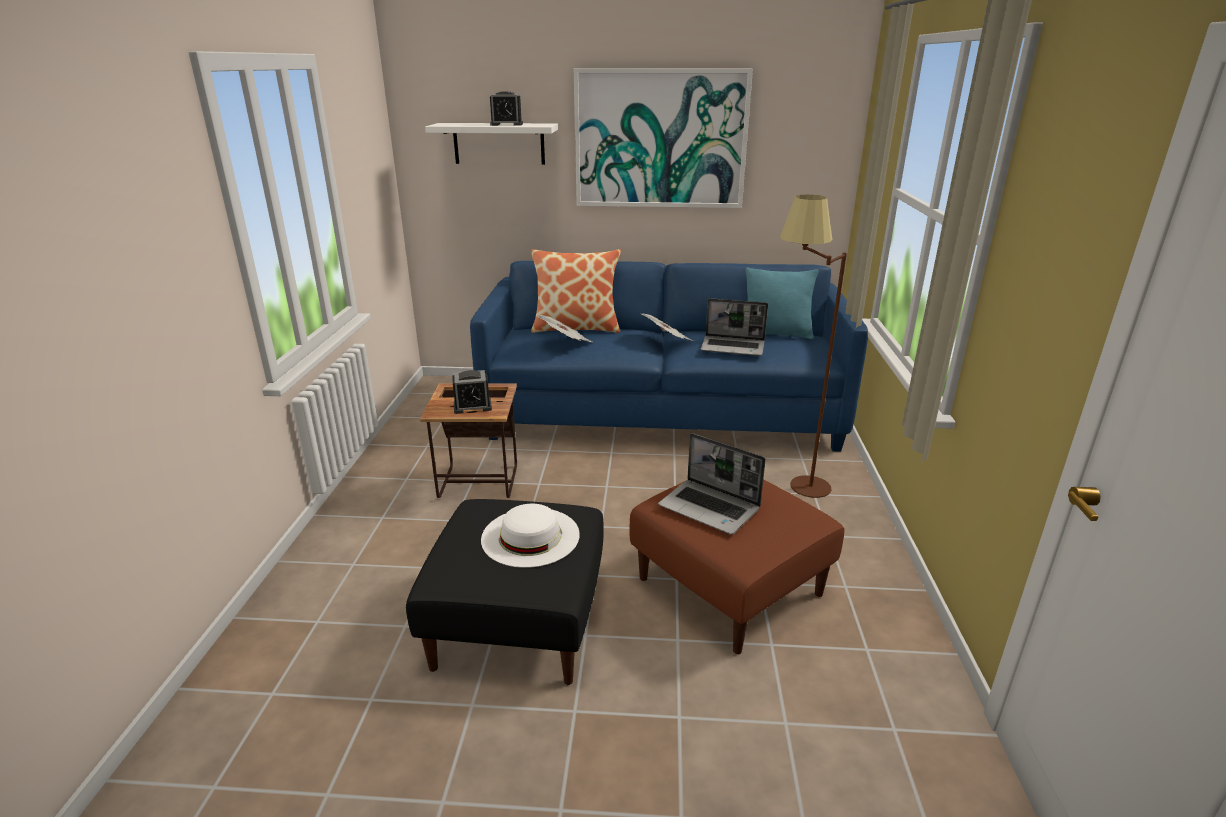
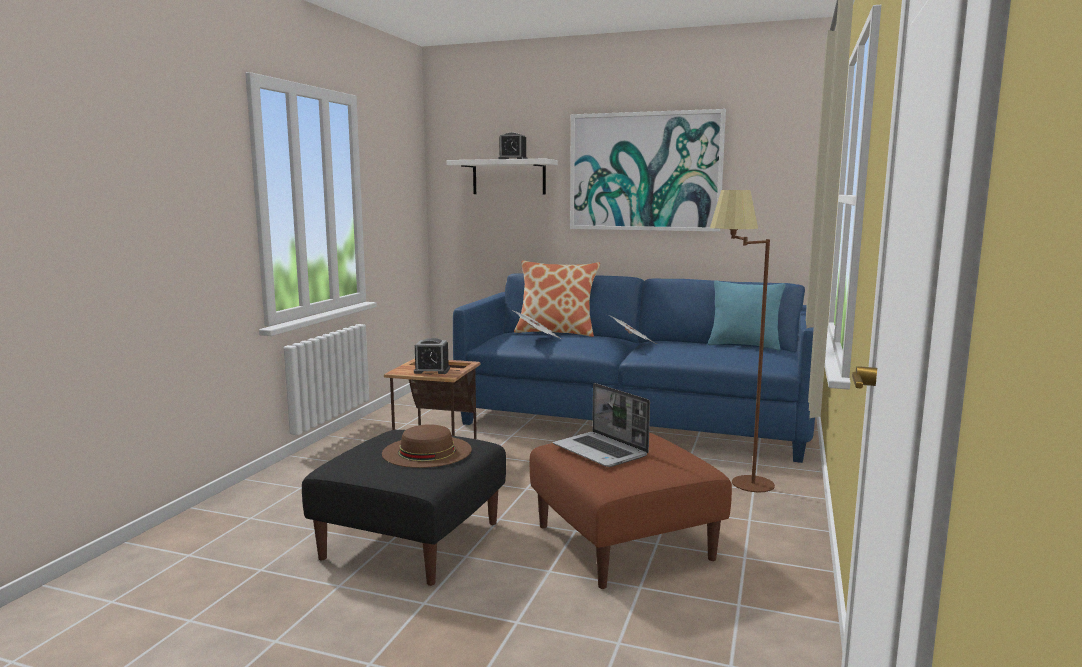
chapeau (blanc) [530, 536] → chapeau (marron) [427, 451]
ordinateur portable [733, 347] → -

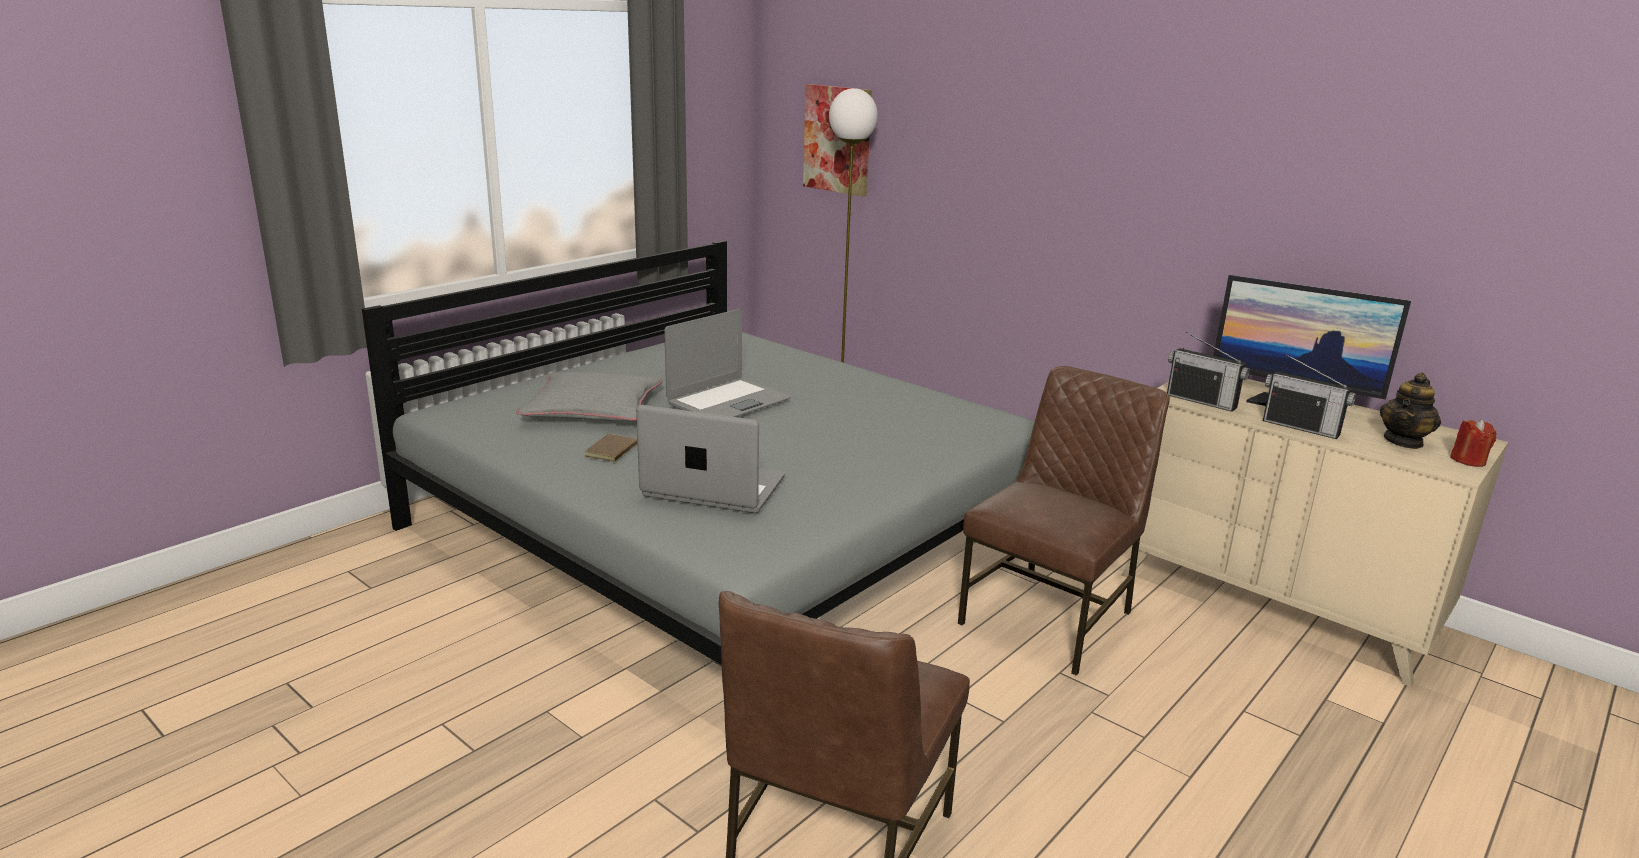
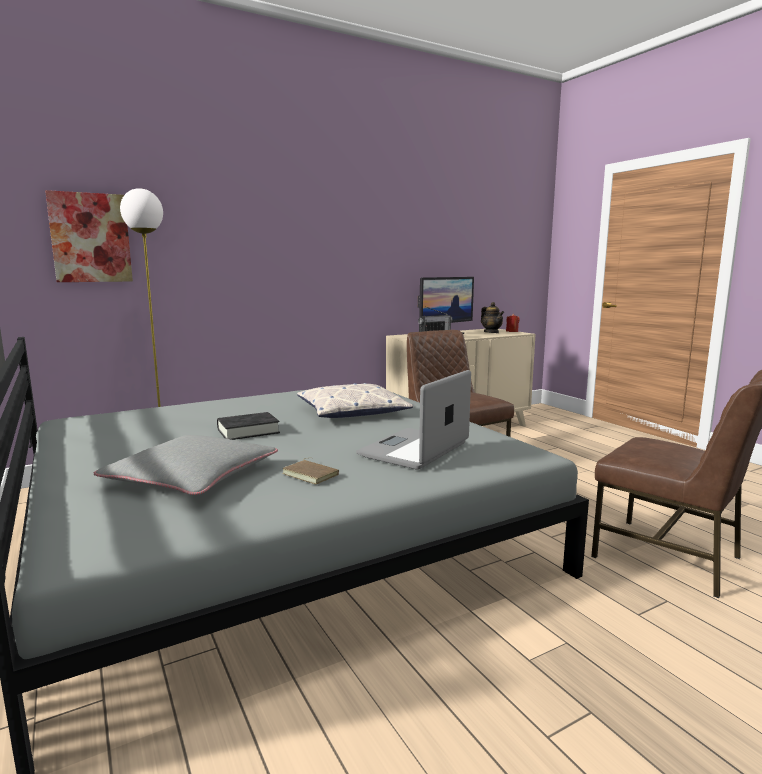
ordinateur portable [728, 402] → livre (noir) [248, 431]
- → coussin [352, 412]
radio [1301, 427] → -

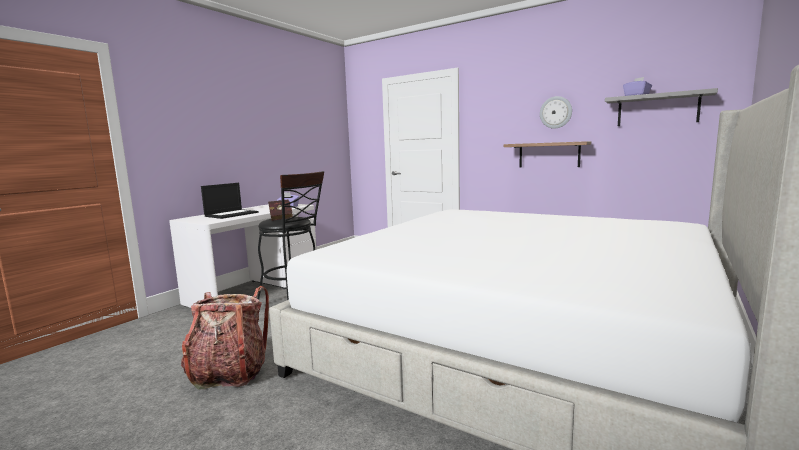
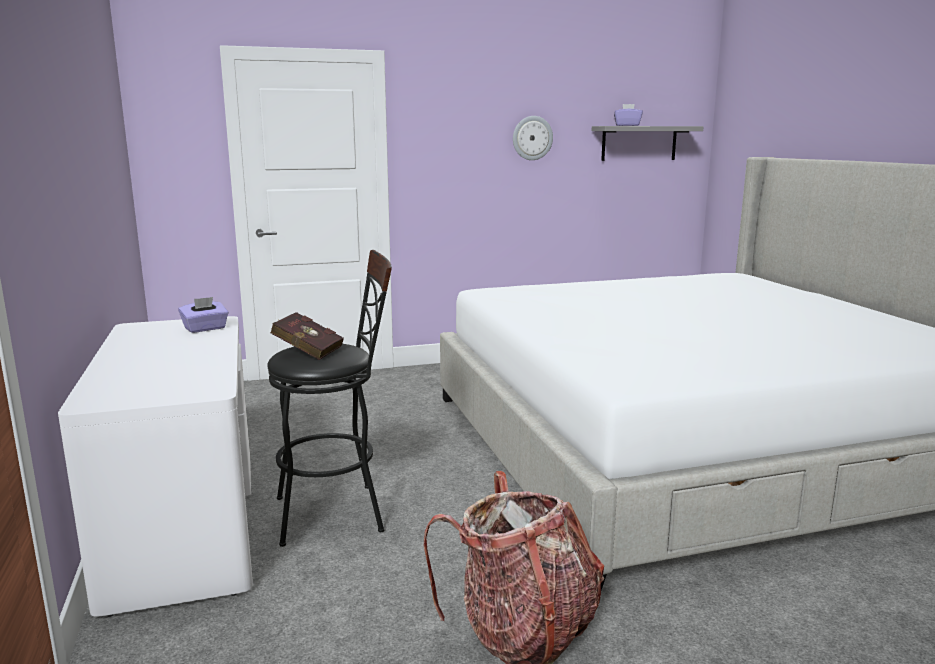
ordinateur portable [231, 214] → -
étagère [549, 155] → -

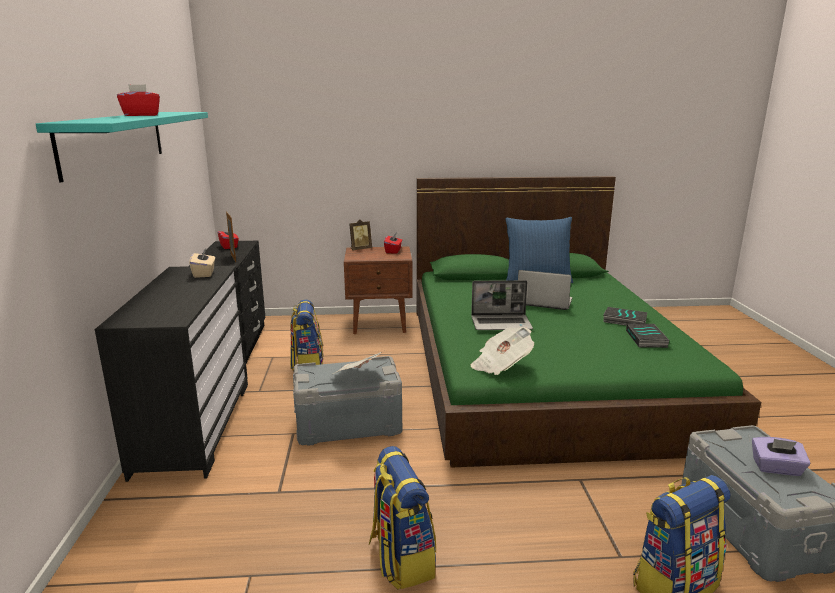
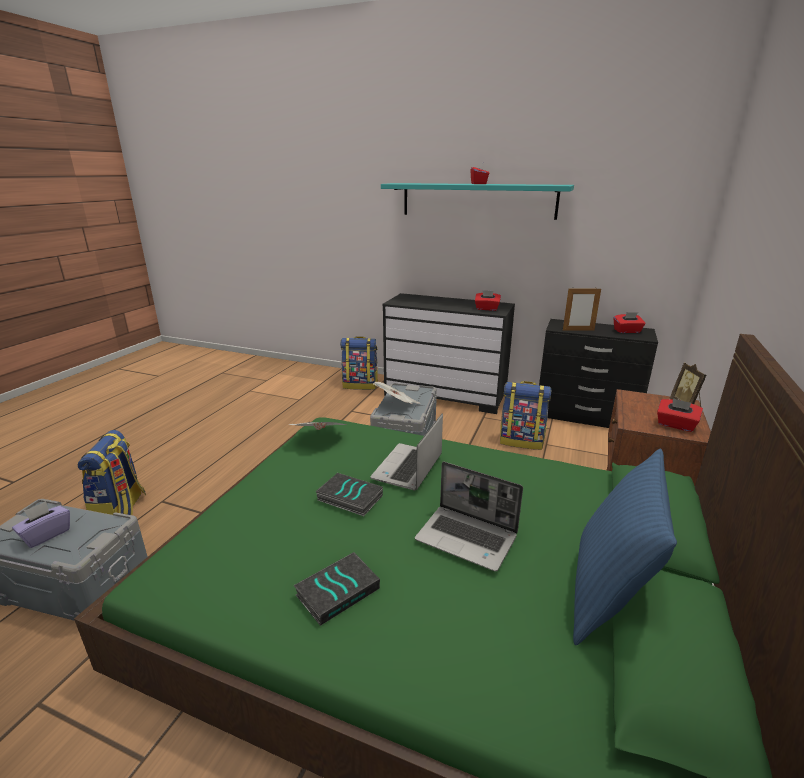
livre [647, 339] → livre [349, 498], relocated
sac à dos [401, 558] → sac à dos [360, 385], relocated
ordinateur portable [543, 302] → ordinateur portable [467, 538], 75 degrees clockwise
boîte à mouchoirs (beige) [204, 273] → boîte à mouchoirs (rouge) [487, 309]

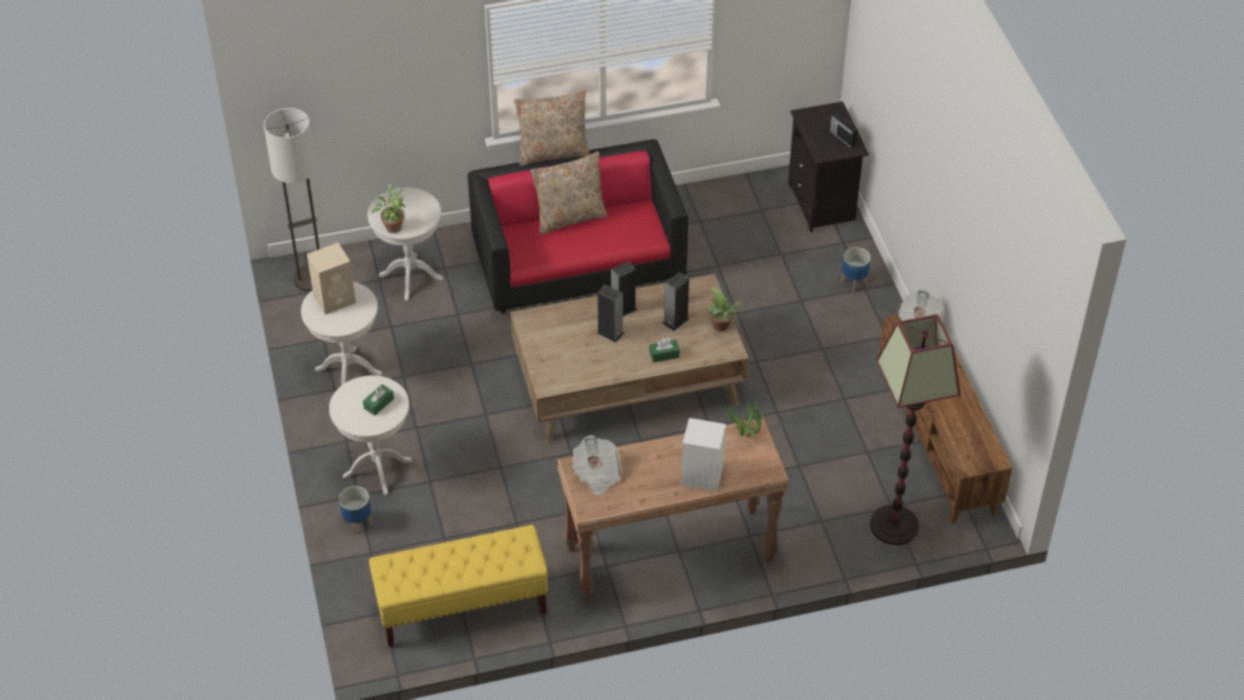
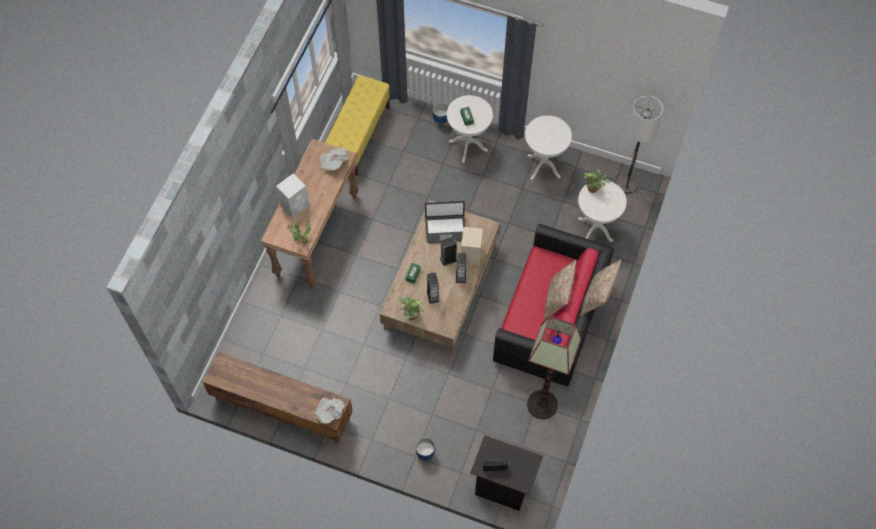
- → ordinateur portable [445, 229]
enceinte (beige) [335, 299] → enceinte (beige) [471, 256], relocated
lampadaire [894, 525] → lampadaire [542, 405], relocated

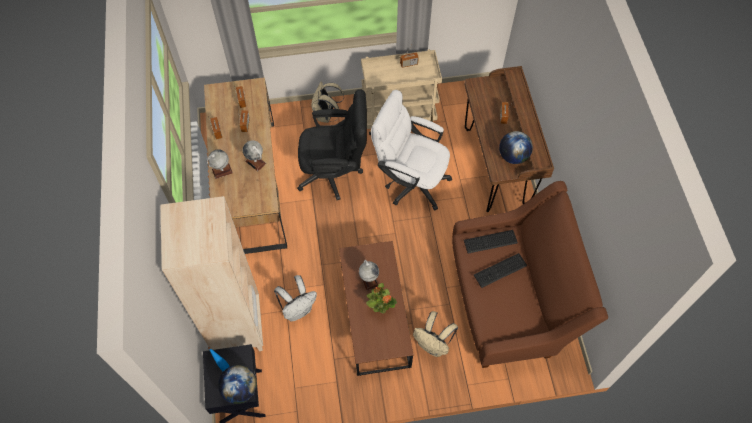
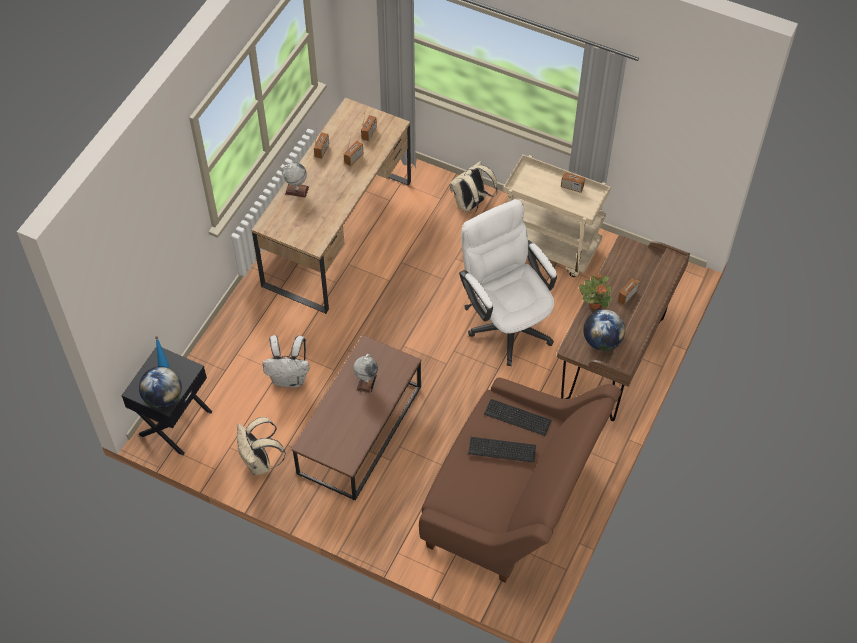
sac à dos (beige) [433, 345] → sac à dos (beige) [260, 463], relocated
plante en pot [380, 306] → plante en pot [594, 304], relocated
bibliothèque (beige) [238, 328] → -
globe [255, 162] → -
chaise de bureau (noir) [335, 173] → -

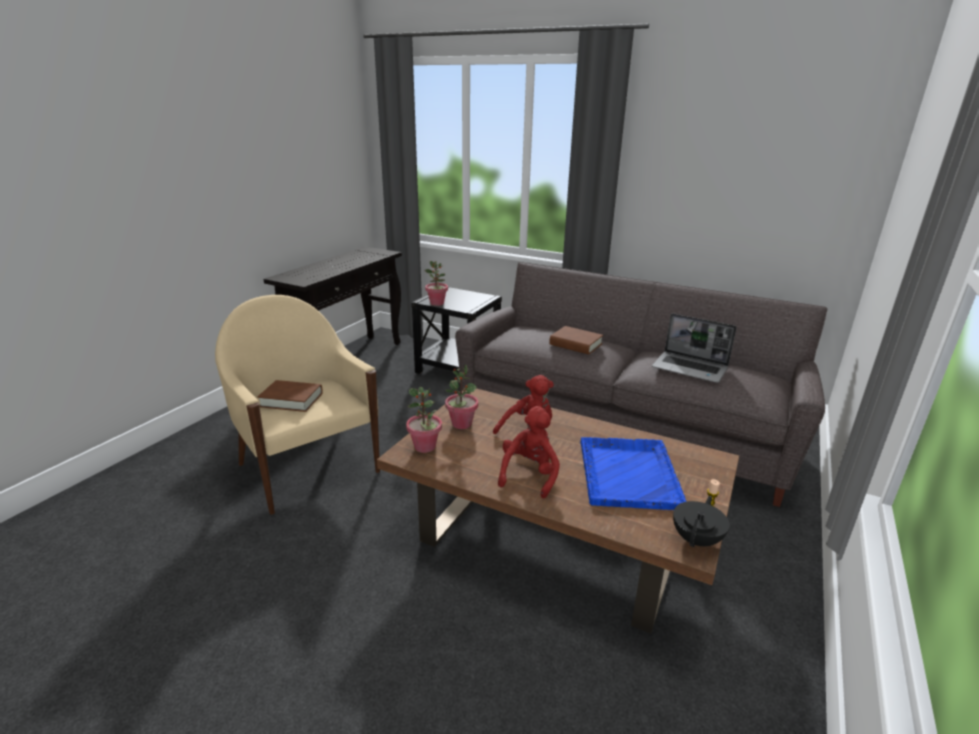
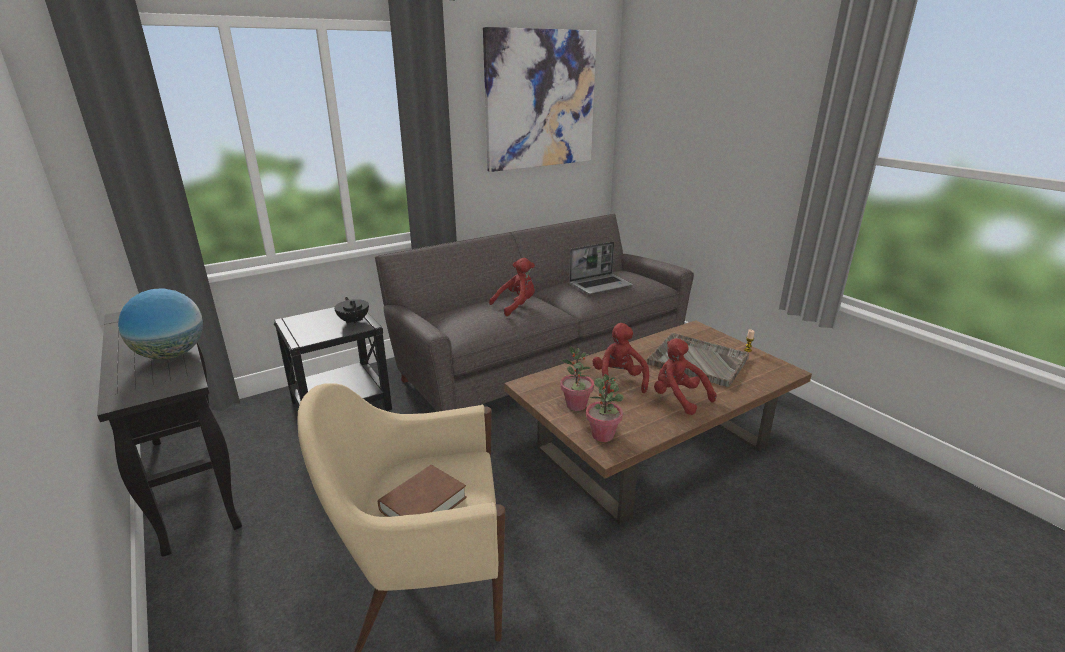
- → globe [171, 355]
théière (noir) [697, 539] → théière (noir) [354, 321], relocated
- → tableau [540, 100]
livre (marron) [575, 344] → peluche (rouge) [516, 306]
plateau (bleu) [628, 473] → plateau (gris) [696, 360]
plante en pot [437, 303] → -

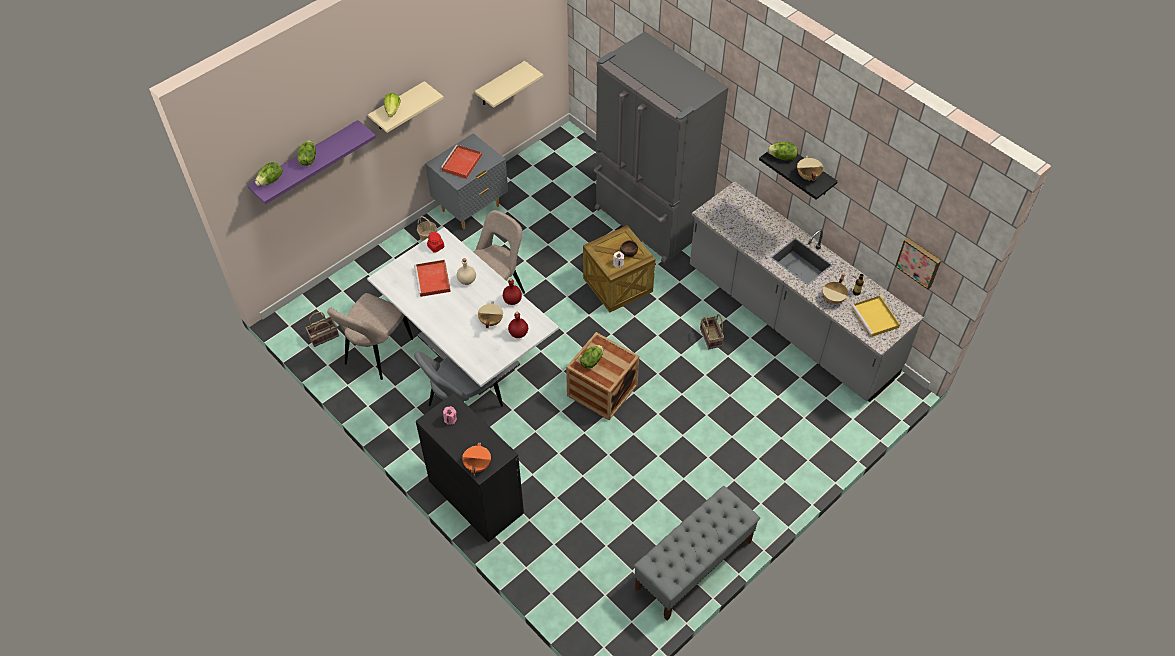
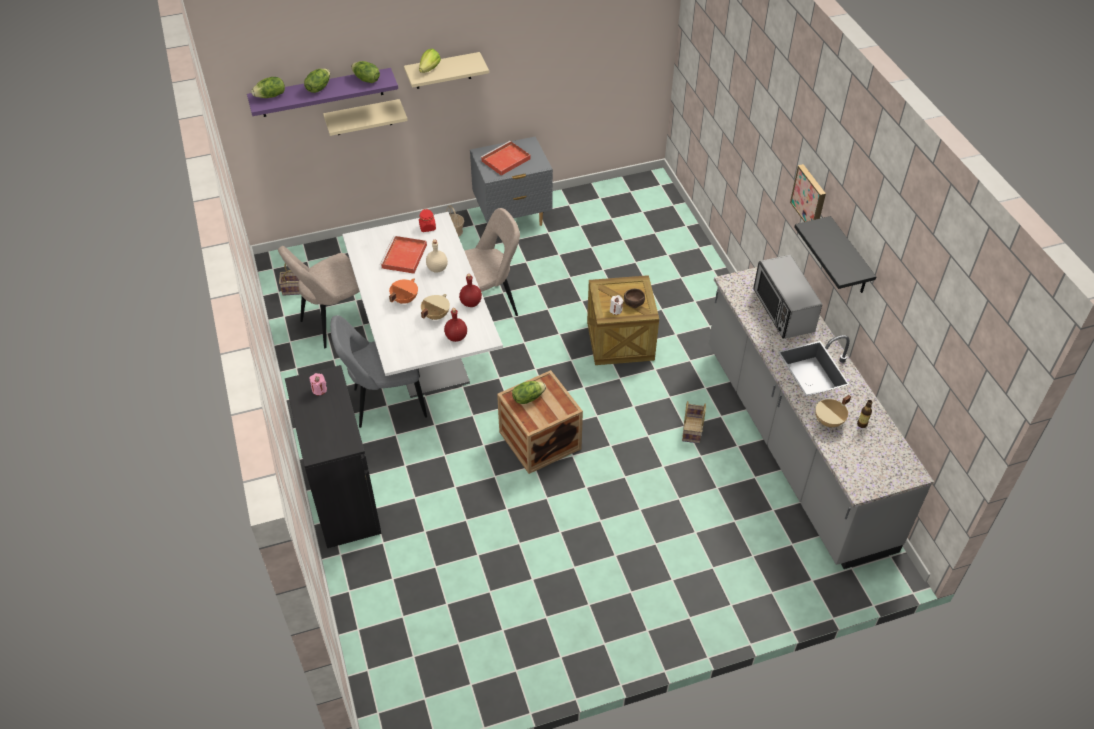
étagère (beige) [500, 84] → étagère (beige) [363, 117], relocated
laitue [782, 157] → laitue [366, 80], relocated
marmite (orange) [477, 465] → marmite (orange) [404, 299], relocated
- → micro-ondes [783, 311]
tableau [919, 262] → tableau [810, 197], relocated
réfrigérateur (gris) [650, 221] → -
banc (gris) [693, 565] → -
marmite (beige) [807, 176] → -
plateau (jaune) [875, 318] → -

